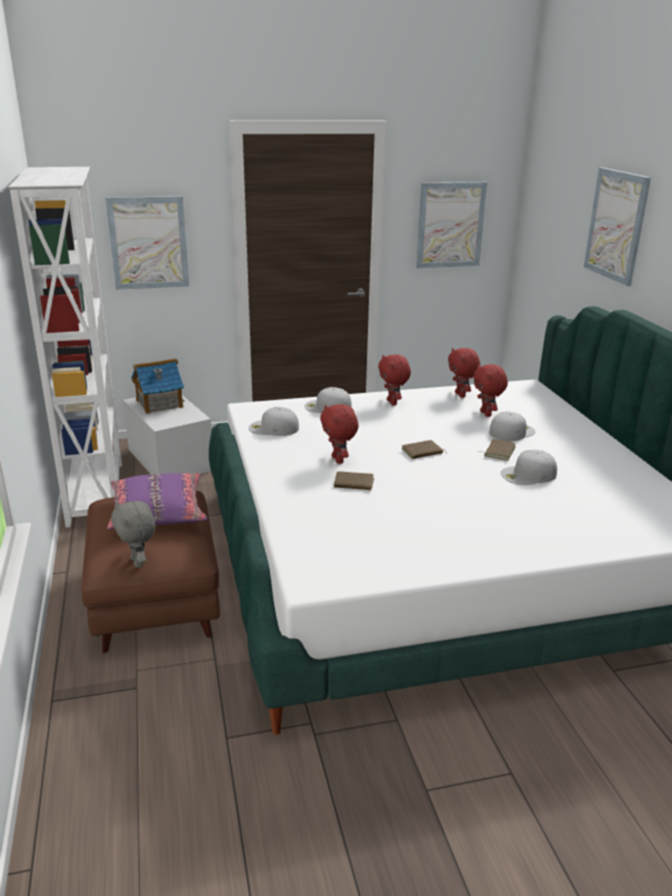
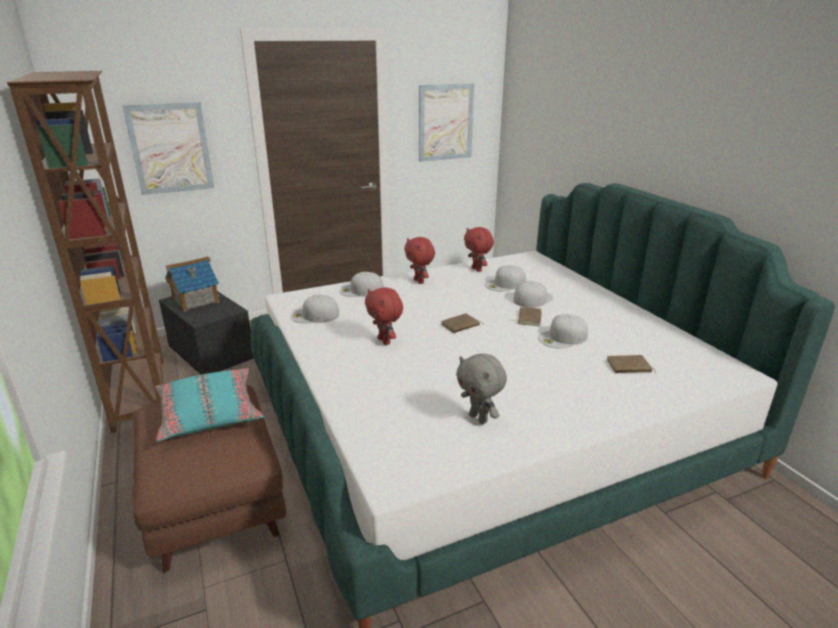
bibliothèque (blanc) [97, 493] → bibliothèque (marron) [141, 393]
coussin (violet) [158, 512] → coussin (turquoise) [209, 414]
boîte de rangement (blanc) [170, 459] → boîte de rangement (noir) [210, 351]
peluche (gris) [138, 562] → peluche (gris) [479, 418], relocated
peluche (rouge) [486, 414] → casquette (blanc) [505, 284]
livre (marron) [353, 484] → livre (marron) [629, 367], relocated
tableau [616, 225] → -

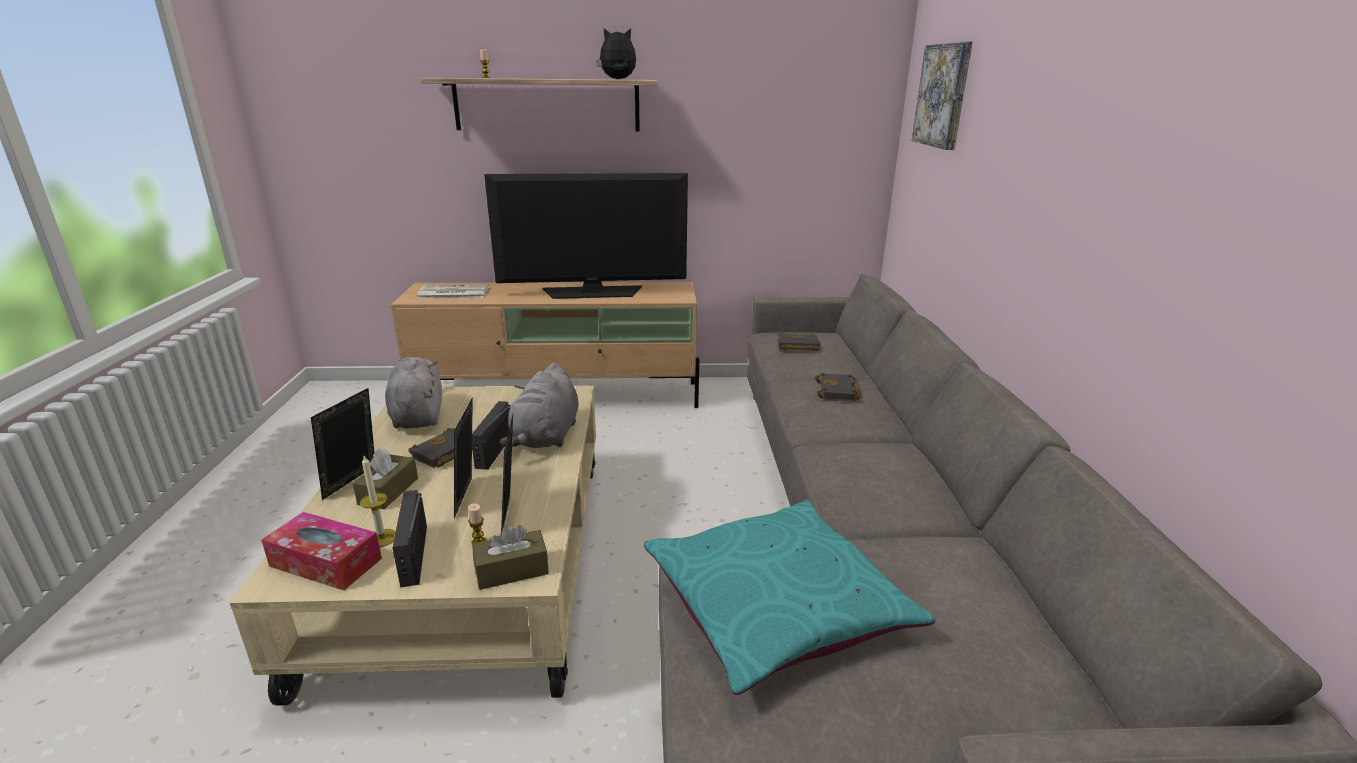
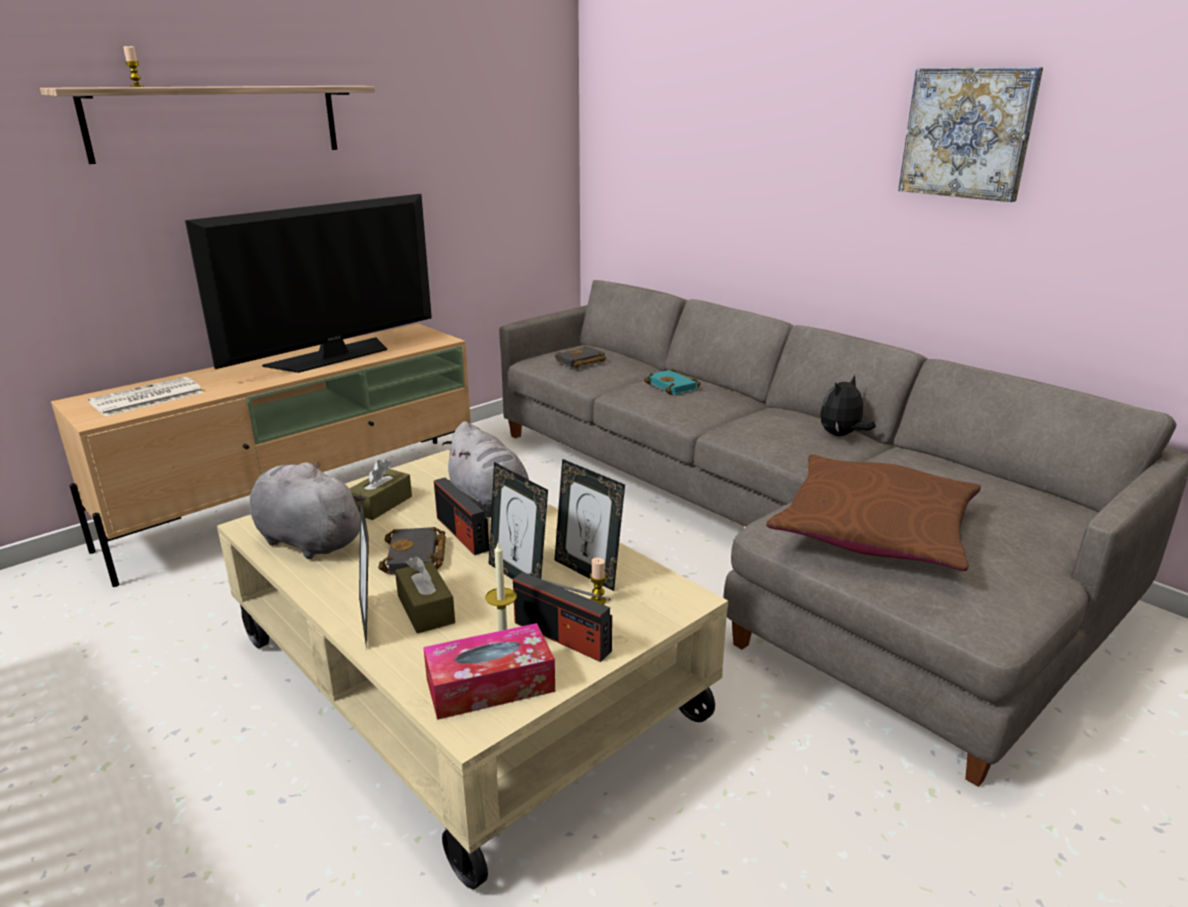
boîte à mouchoirs (marron) [512, 570] → boîte à mouchoirs (marron) [381, 504], relocated
livre (noir) [838, 392] → livre (turquoise) [674, 386]
coussin (turquoise) [776, 605] → coussin (marron) [874, 529]
peluche [618, 79] → peluche [841, 435], relocated
tableau [943, 95] → tableau [967, 133], relocated

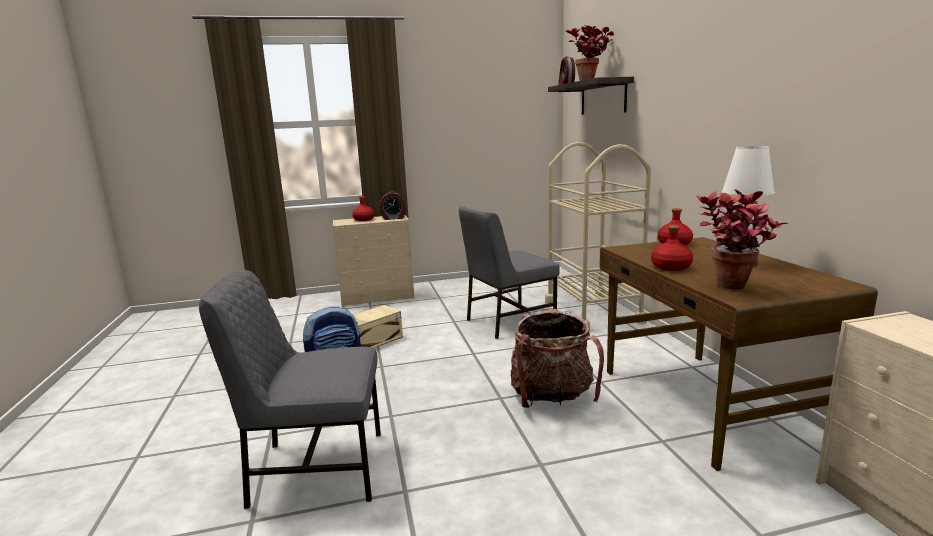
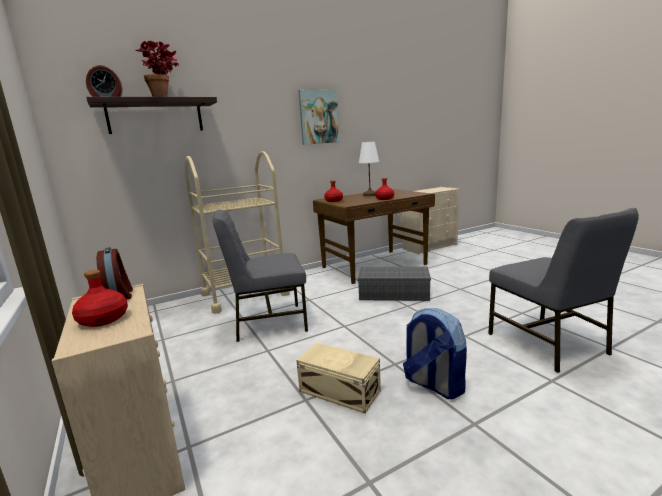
chaise (gris) [508, 322] → chaise (gris) [268, 322], 120 degrees clockwise
- → tableau [319, 117]
sac à dos [551, 397] → boîte de rangement (gris) [395, 293]
plante en pot [732, 289] → -

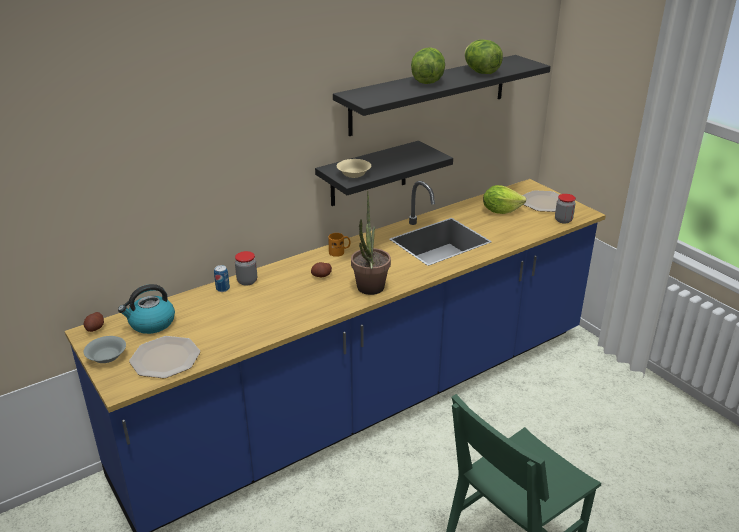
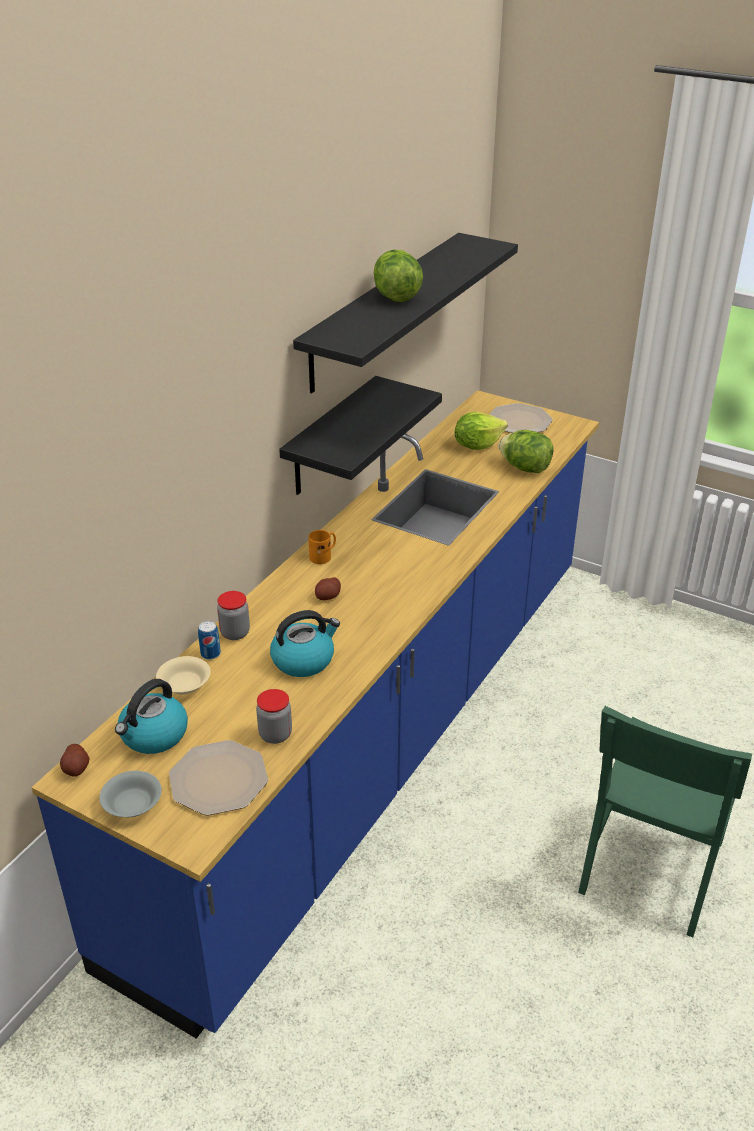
bol (beige) [354, 174] → bol (beige) [185, 685], relocated
bocal [563, 220] → bocal [275, 734], relocated
- → bouilloire [304, 660]
laitue [481, 72] → laitue [525, 468], relocated
plante en pot [369, 291] → -

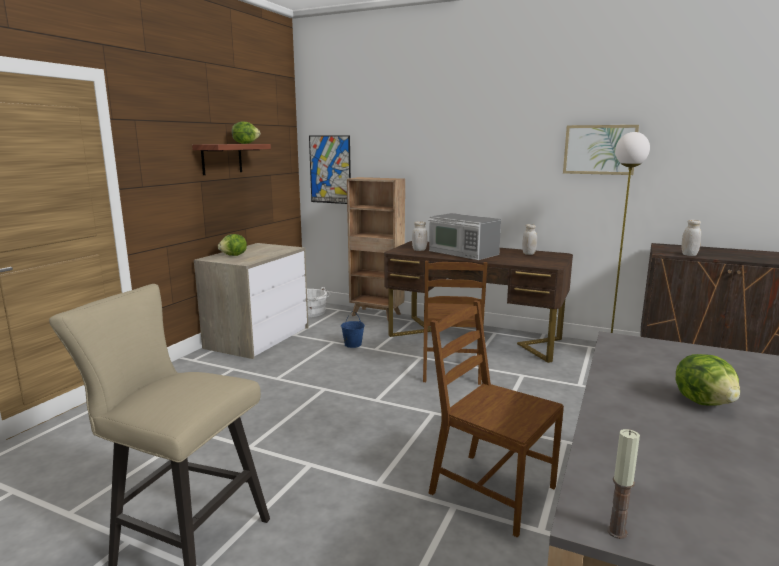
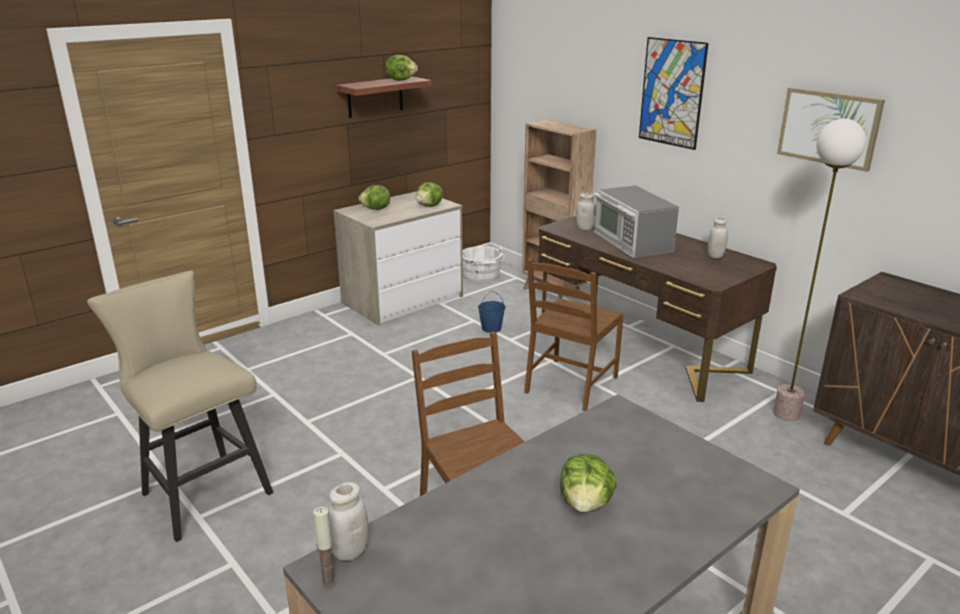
bocal (blanc) [689, 255] → bocal (blanc) [349, 551], relocated
- → laitue [429, 206]
tableau [330, 169] → tableau [672, 93], relocated

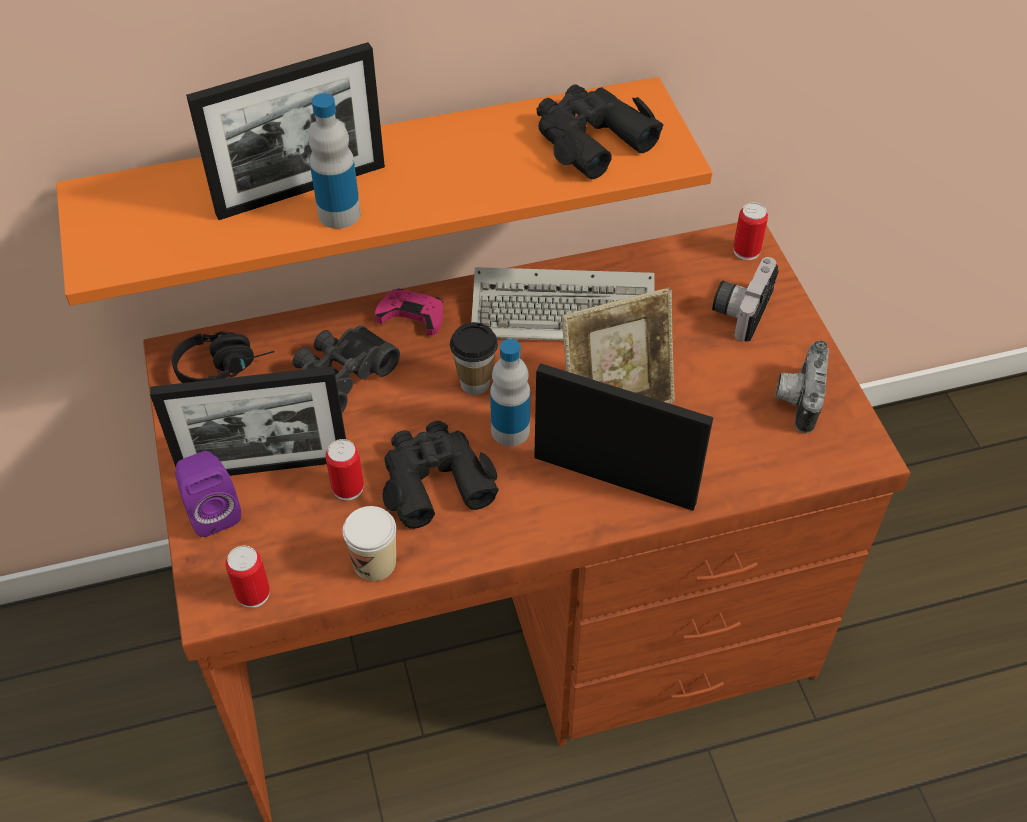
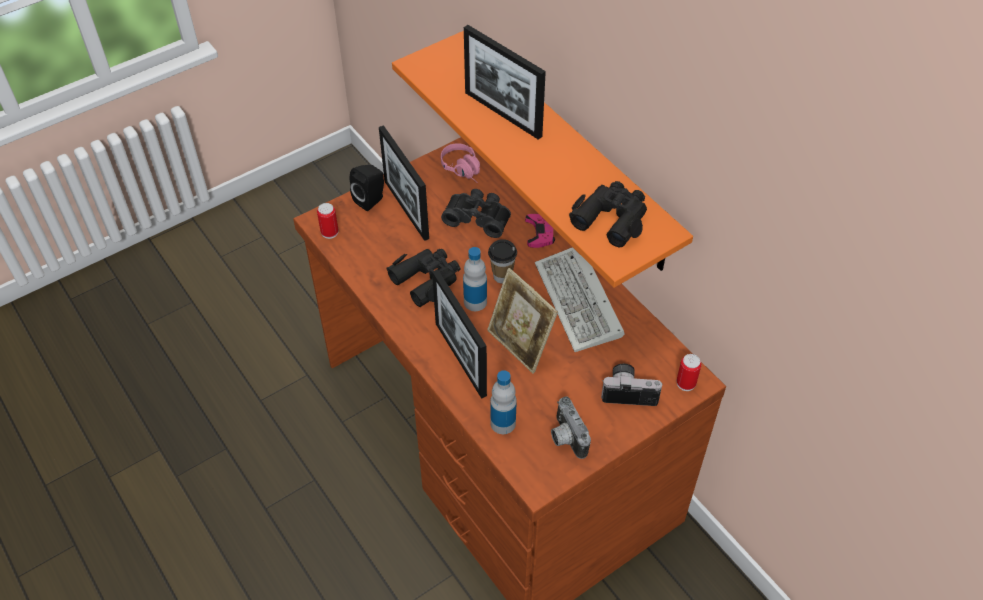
enceinte (violet) [212, 511] → enceinte (noir) [371, 200]
cadre photo [614, 480] → cadre photo [460, 359], 150 degrees clockwise
casque audio (noir) [225, 366] → casque audio (rose) [464, 170]
bouteille [339, 214] → bouteille [503, 423], relocated
appareil photo [796, 399] → appareil photo [565, 437], 105 degrees counterclockwise
boîte métallique [348, 488] → -
tasse [374, 563] → -

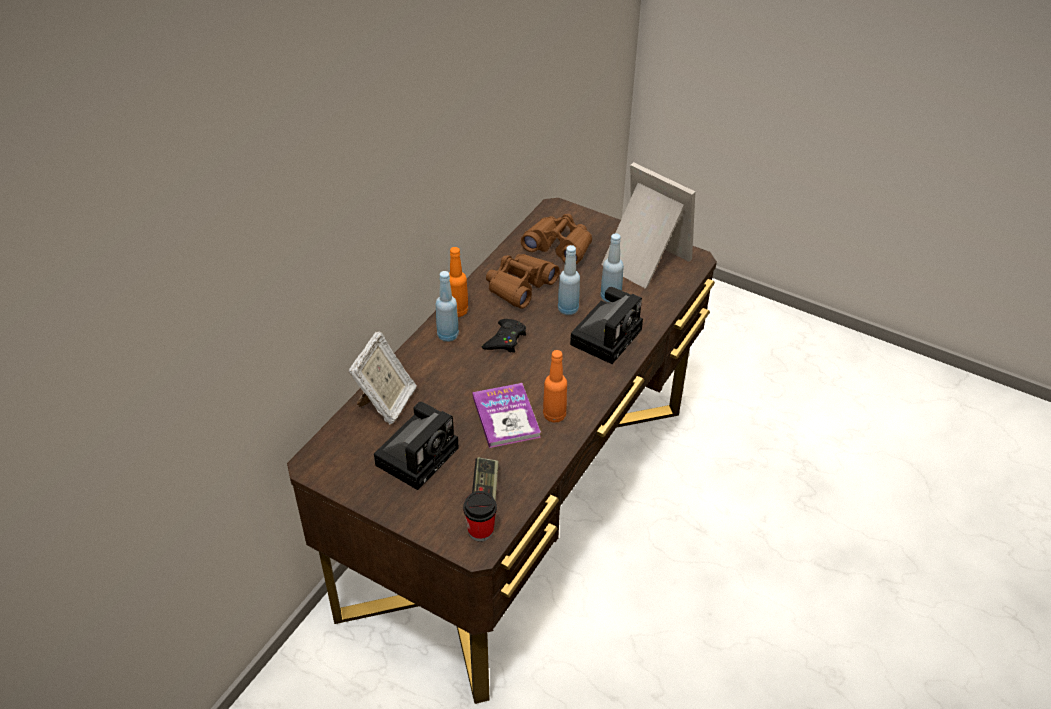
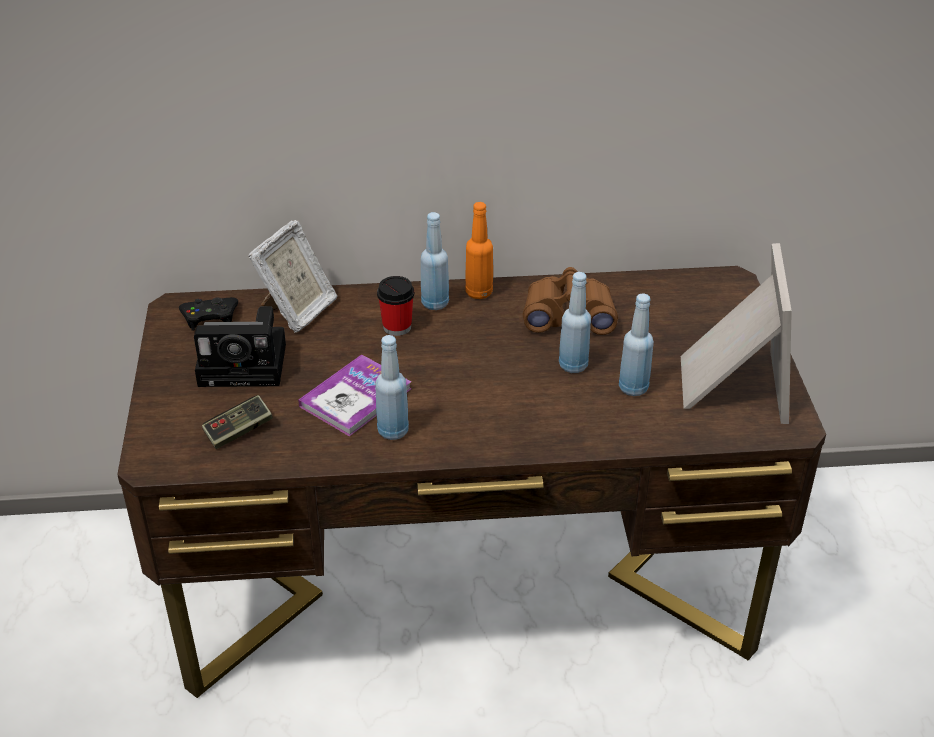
manette (noir) [505, 340] → manette (noir) [210, 317], relocated
cadre photo [386, 403] → cadre photo [297, 311], 45 degrees counterclockwise
bouteille (orange) [554, 415] → bouteille (bleu) [393, 431]
tasse [480, 531] → tasse [397, 327], relocated
jumelles (marron) [559, 246] → -
appareil photo [607, 335] → -

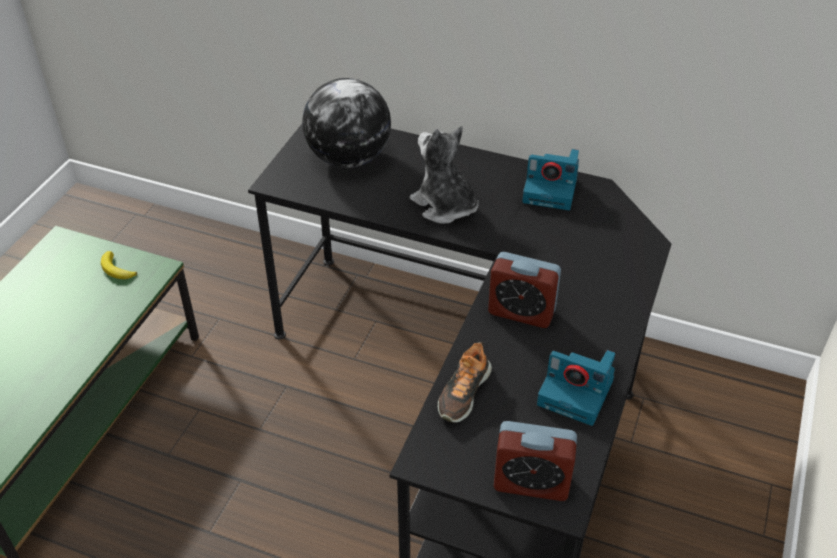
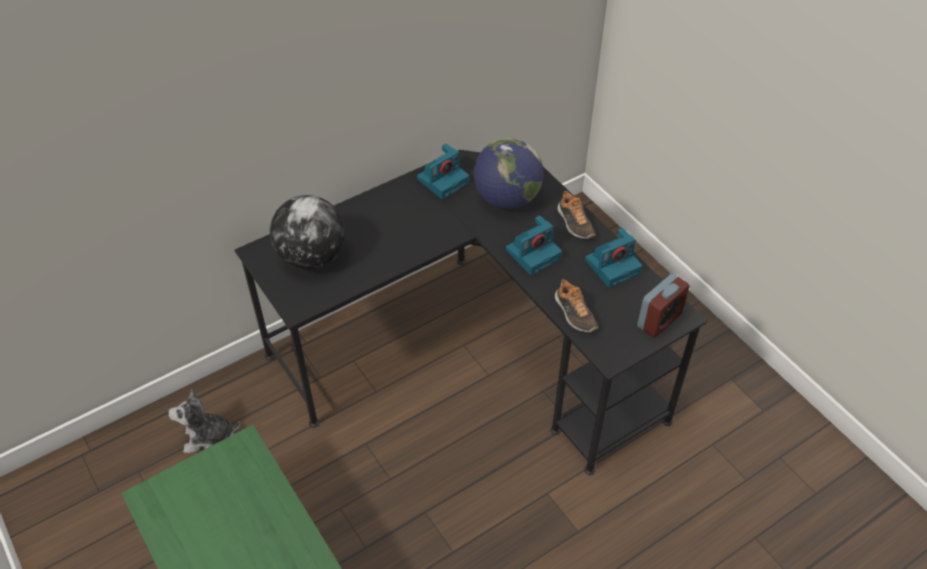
peluche [444, 206] → peluche [209, 438], relocated
- → globe [507, 199]
réveil [521, 312] → appareil photo [533, 253]
- → chaussure [574, 223]
banane [116, 269] → -

